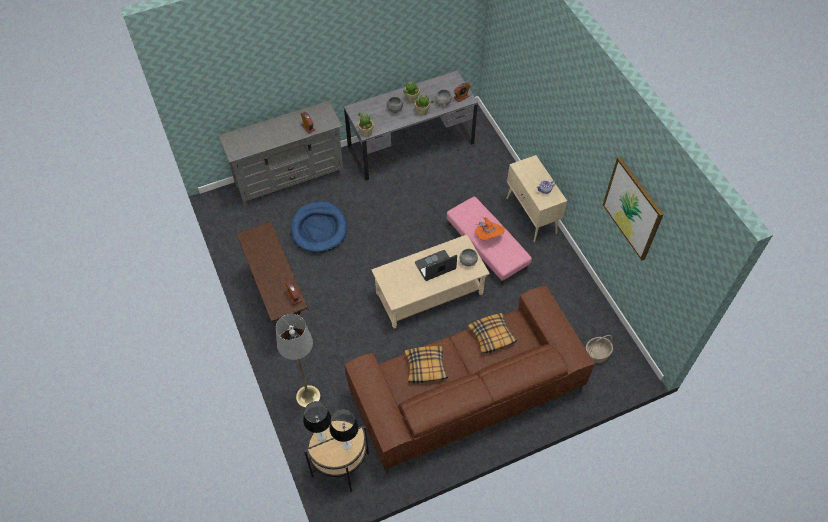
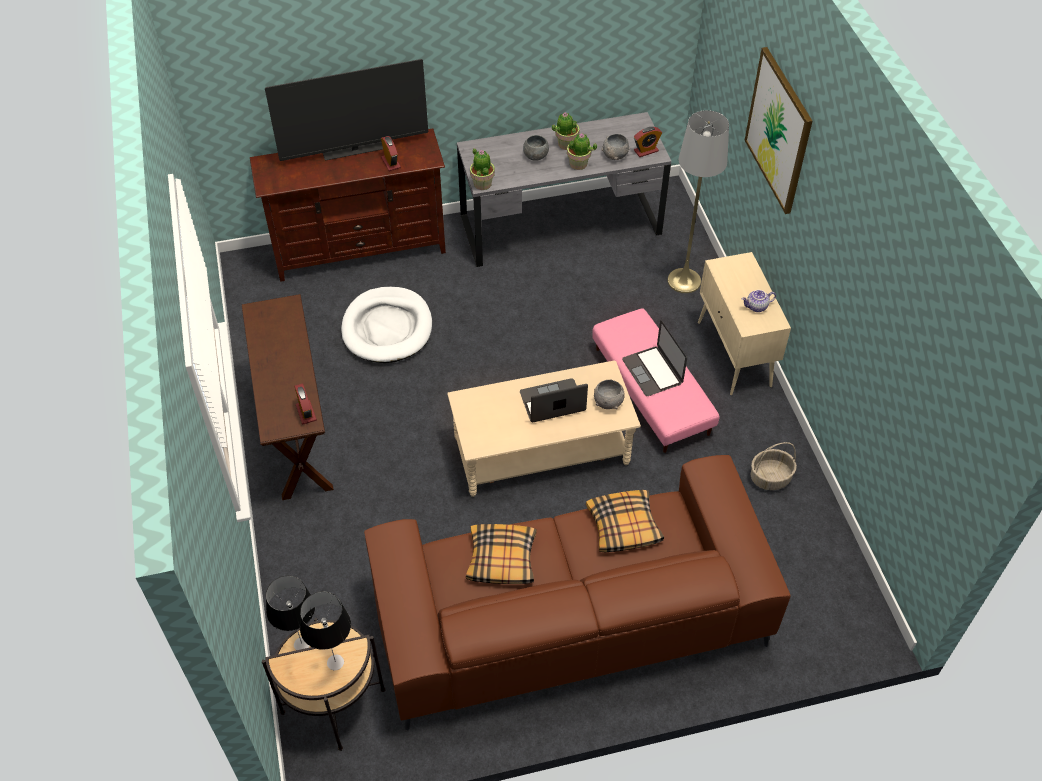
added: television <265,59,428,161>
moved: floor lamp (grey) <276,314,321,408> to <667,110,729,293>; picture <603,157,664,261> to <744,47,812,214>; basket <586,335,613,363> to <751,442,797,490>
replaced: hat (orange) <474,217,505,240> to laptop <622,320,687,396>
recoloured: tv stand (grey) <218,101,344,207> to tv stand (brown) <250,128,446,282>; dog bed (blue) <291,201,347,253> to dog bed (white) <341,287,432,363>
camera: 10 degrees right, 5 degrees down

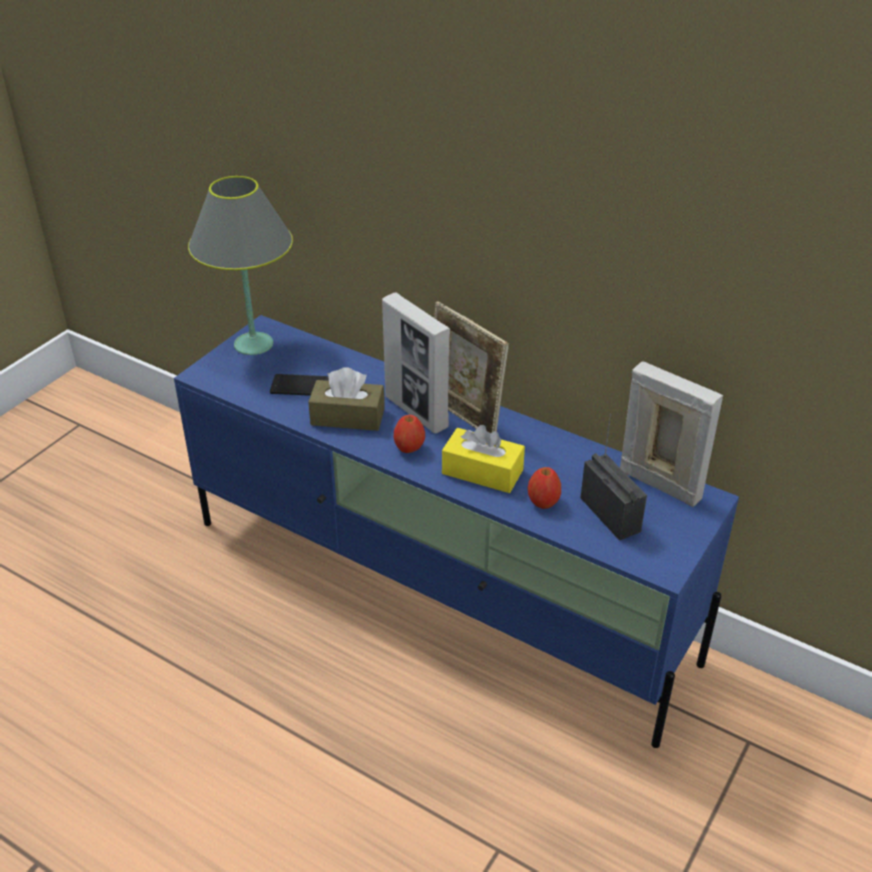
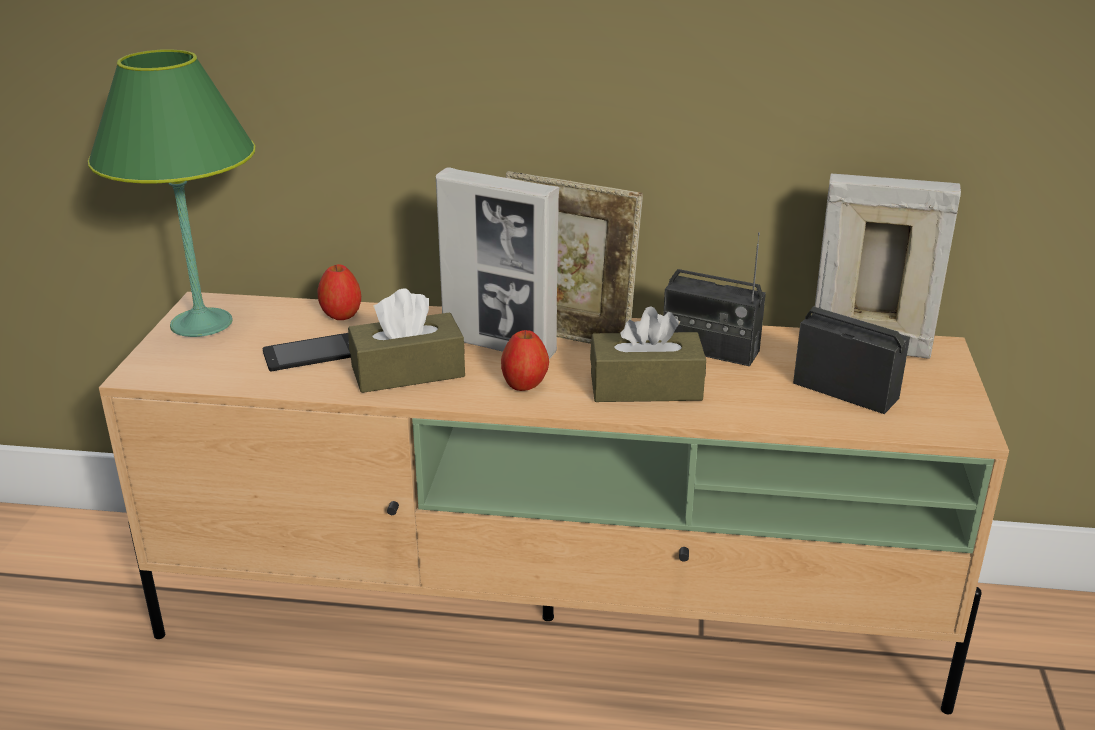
added: radio <663,232,766,366>
moved: apple <528,467,561,509> to <317,264,361,320>
recoloured: table lamp (grey) <188,176,293,355> to table lamp (green) <88,49,256,337>; tv stand (blue) <174,315,739,748> to tv stand (beige) <99,292,1009,714>; tissue box (yellow) <442,425,525,493> to tissue box (brown) <590,306,706,402>
camera: 25 degrees left, 10 degrees down

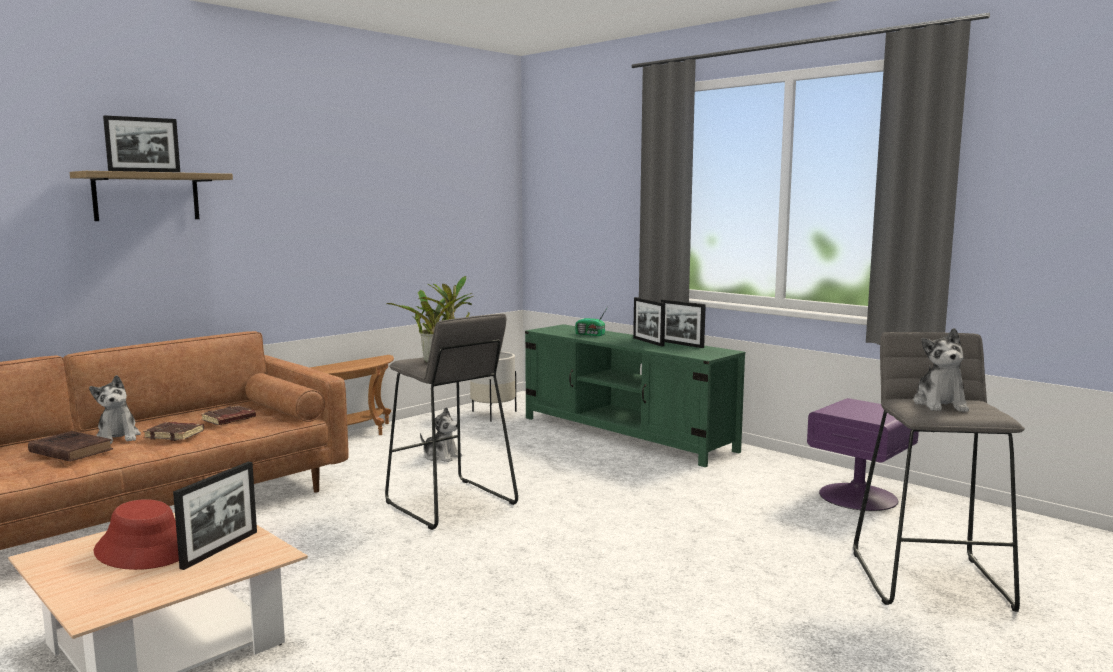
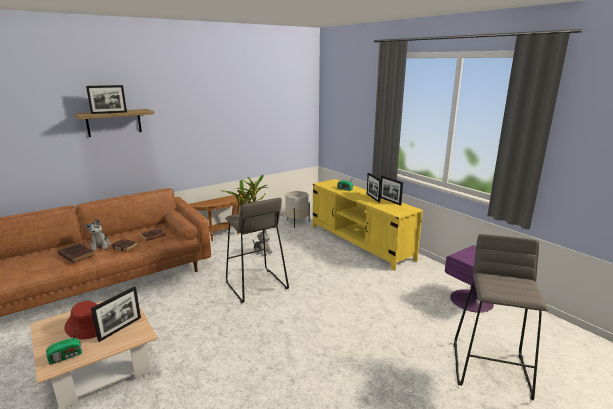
removed: plush toy <913,328,969,412>
added: radio <46,325,82,365>
recoloured: tv stand (green) <525,324,745,467> to tv stand (yellow) <313,179,423,271>
camera: 10 degrees right, 10 degrees up

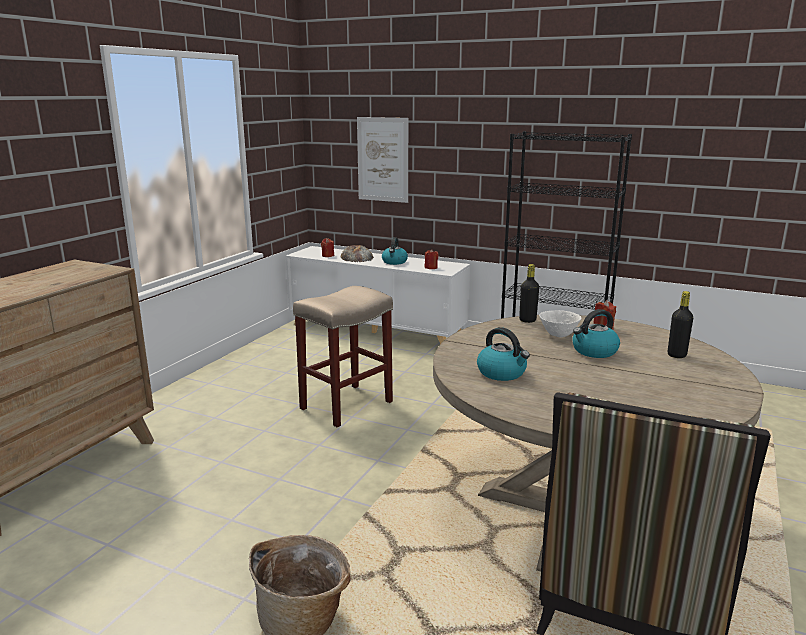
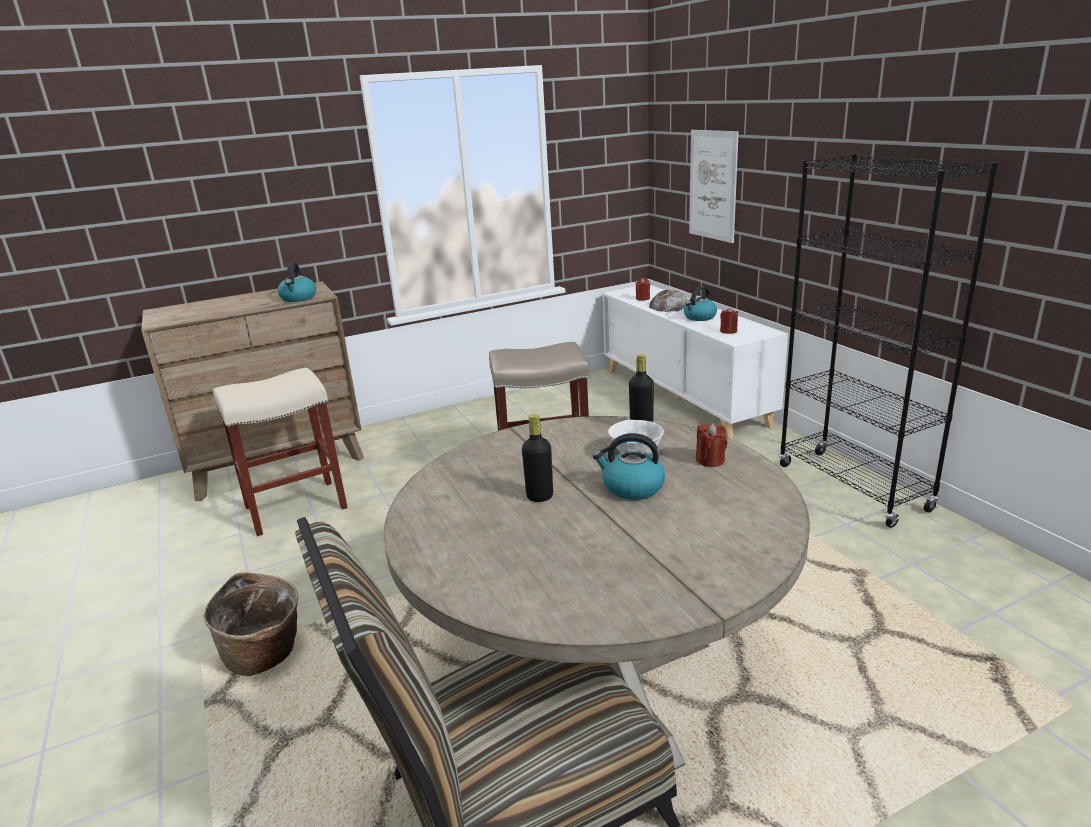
added: stool (beige) <213,368,348,536>
moved: kettle <477,327,530,381> to <277,263,316,302>; bottle (black) <668,291,693,358> to <522,414,553,502>
camera: 40 degrees right, 5 degrees up

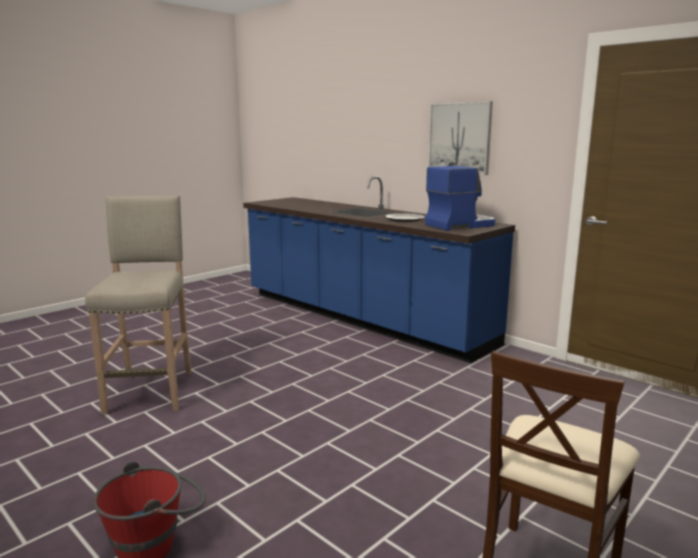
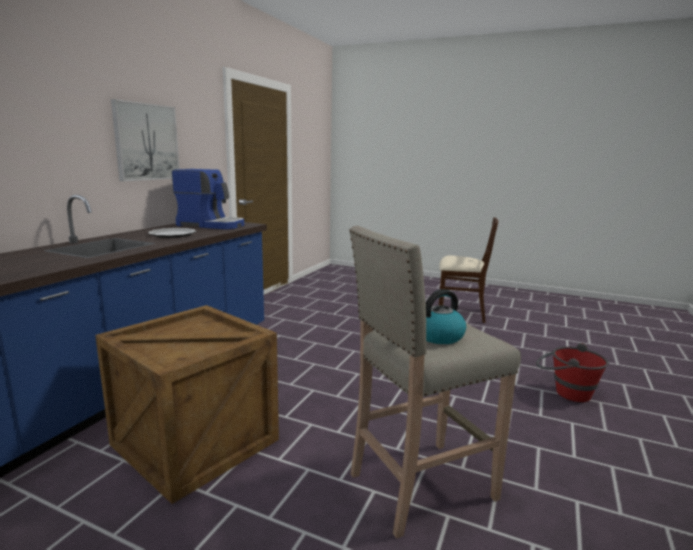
added: crate <95,305,279,504>; kettle <426,289,466,344>
turned: coffee machine <425,166,495,231> = <172,169,244,229> 150 degrees clockwise
camera: 110 degrees left, 0 degrees up

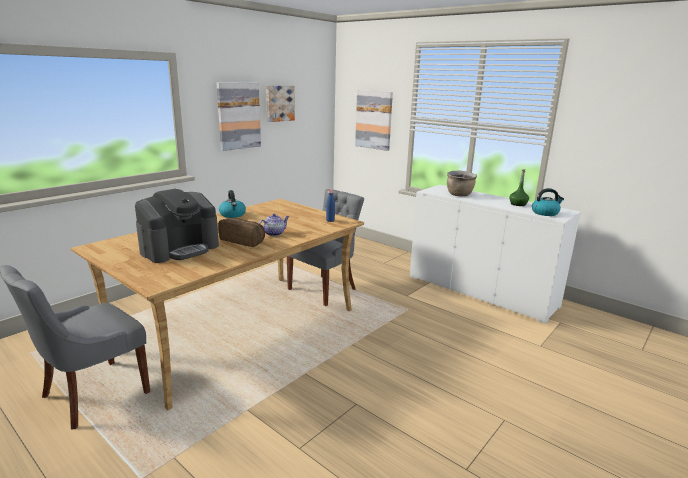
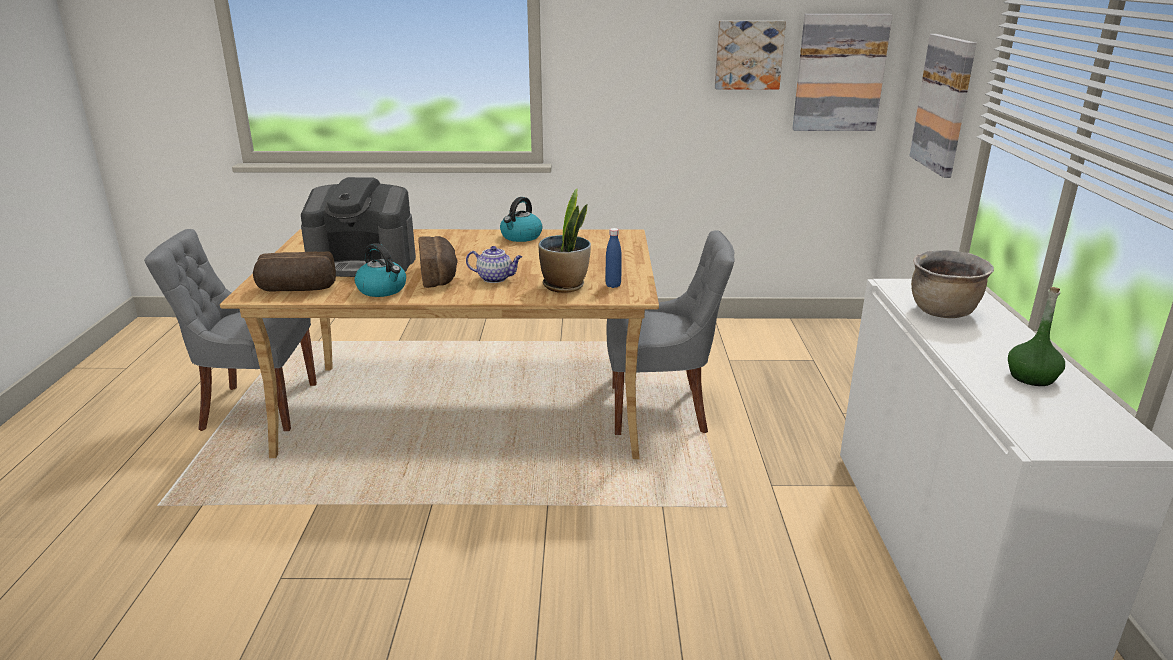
added: bread <253,252,336,291>; potted plant <538,189,591,293>
moved: kettle <532,188,564,216> to <355,243,406,297>; picture <217,83,261,151> to <792,14,892,131>
camera: 50 degrees right, 5 degrees up

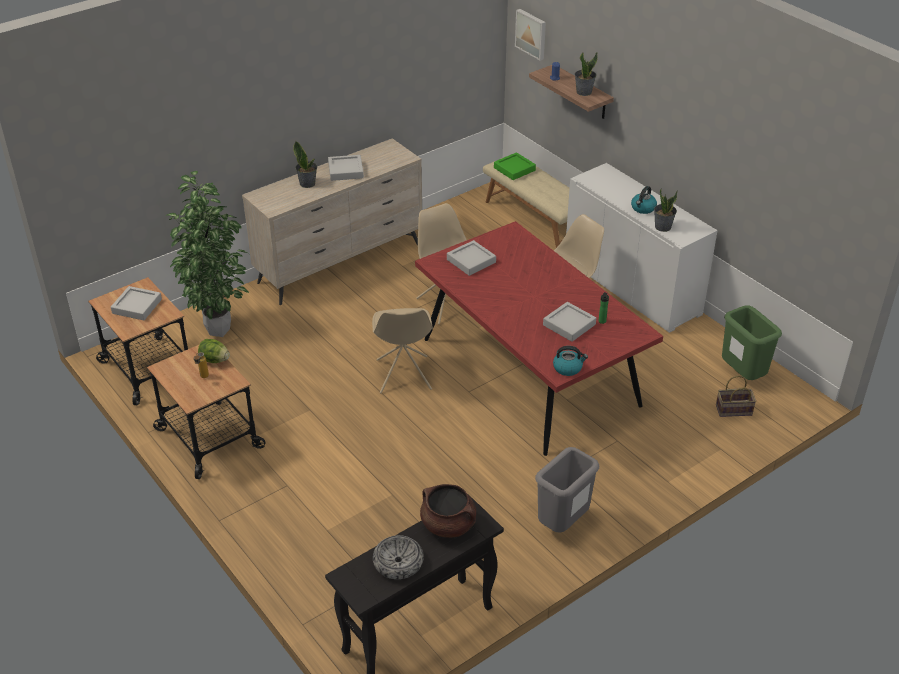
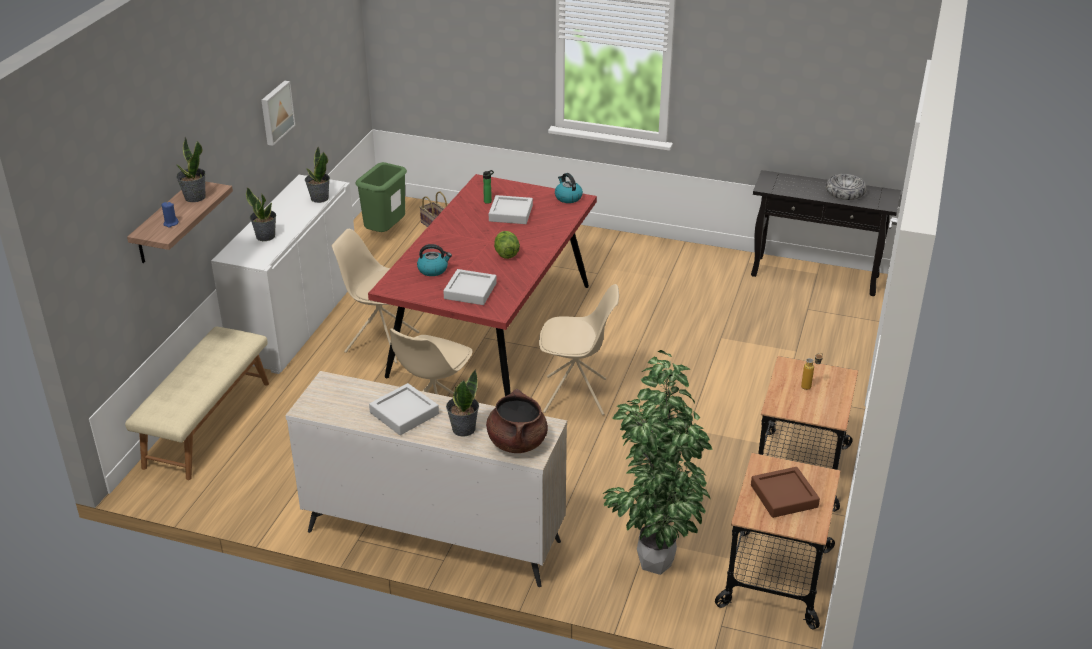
removed: tray (green) <494,152,536,180>; trash can (grey) <535,447,599,533>
added: potted plant <246,187,276,241>
moved: picture <515,9,546,61> to <261,81,295,146>; kettle <631,186,657,214> to <417,244,452,276>; cooking pot (brown) <420,484,476,538> to <486,389,548,453>; lettuce <198,339,230,363> to <494,231,520,259>
recoloured: tray (grey) <111,286,162,320> to tray (brown) <751,467,820,518>
turned: chair (beige) <372,308,433,393> = <539,284,619,415> 45 degrees clockwise
camera: 125 degrees left, 5 degrees down

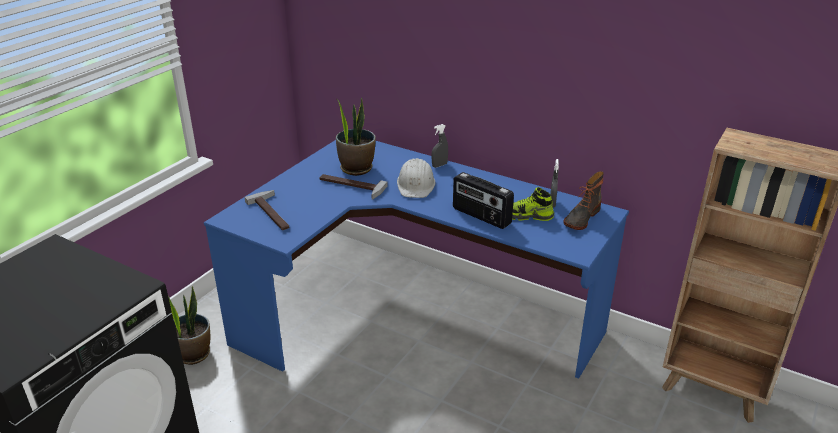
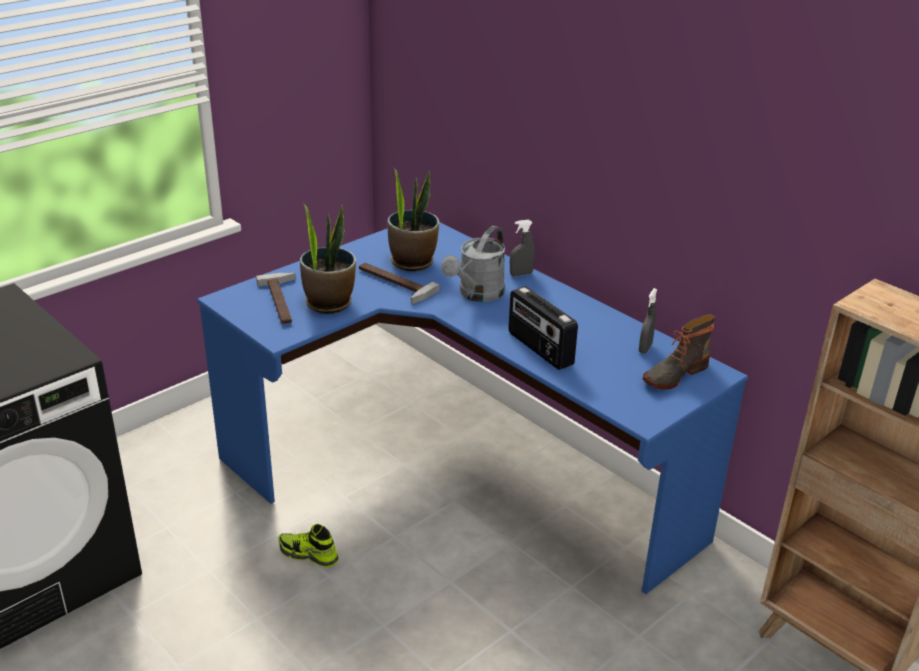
moved: shoe <512,187,554,221> to <279,524,339,567>; potted plant <168,286,211,365> to <300,204,356,314>
replaced: hard hat (white) <397,158,435,198> to watering can (grey) <441,226,505,302>
camera: 15 degrees right, 0 degrees up

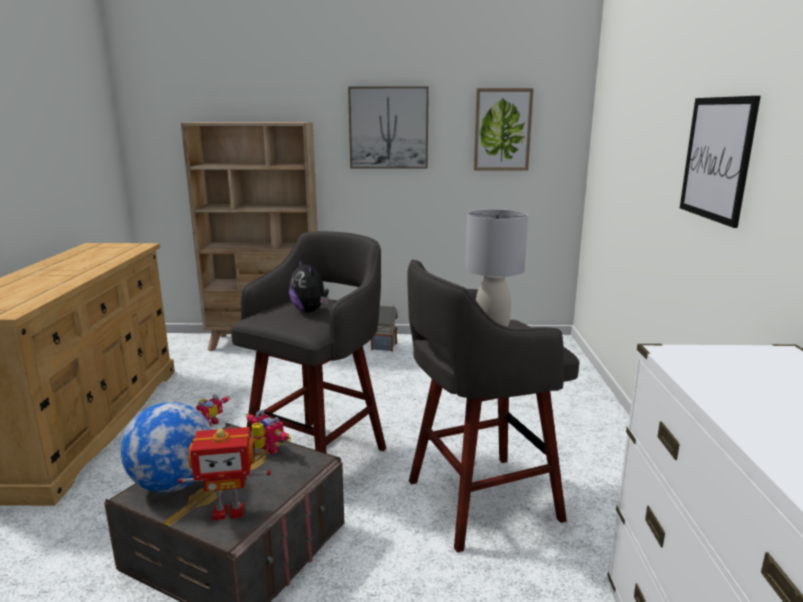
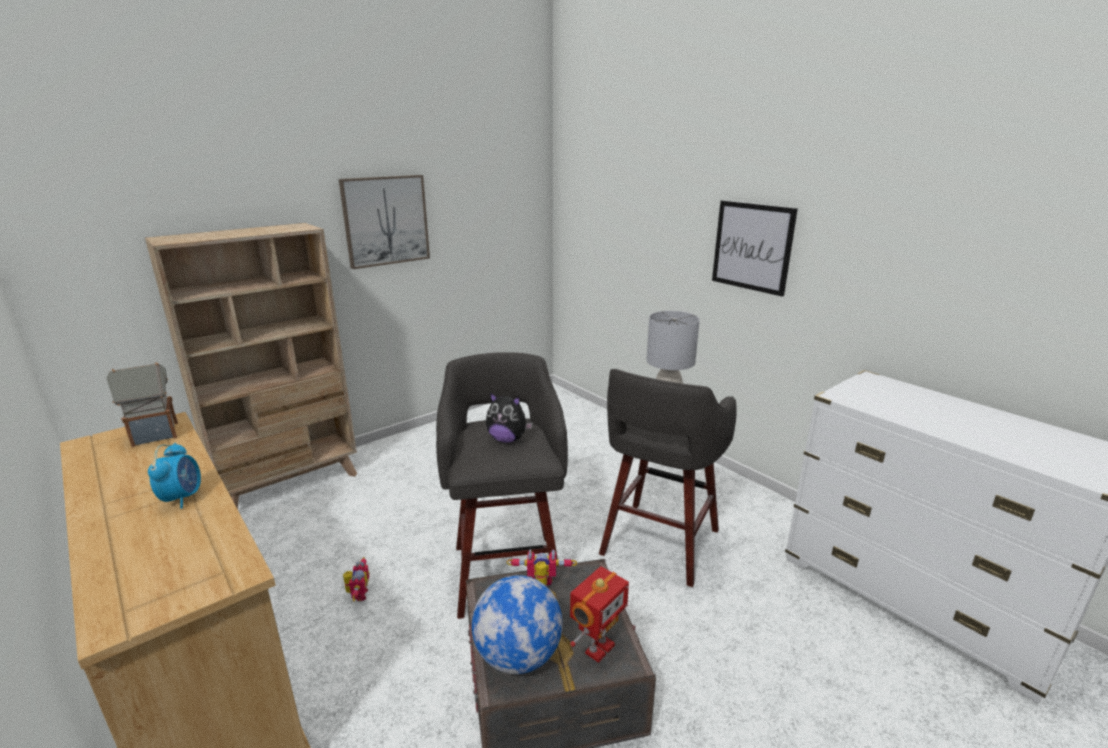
removed: picture <474,88,534,170>
added: alarm clock <148,443,201,509>
moved: toy house <371,306,398,352> to <106,362,178,447>
camera: 40 degrees left, 5 degrees up

